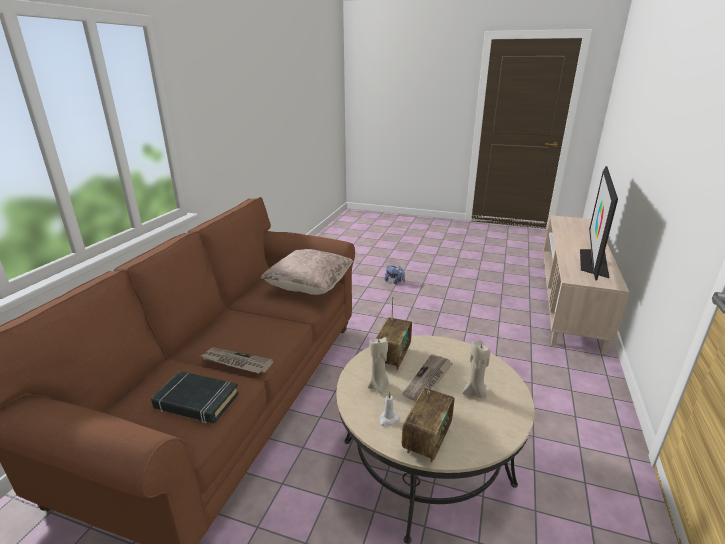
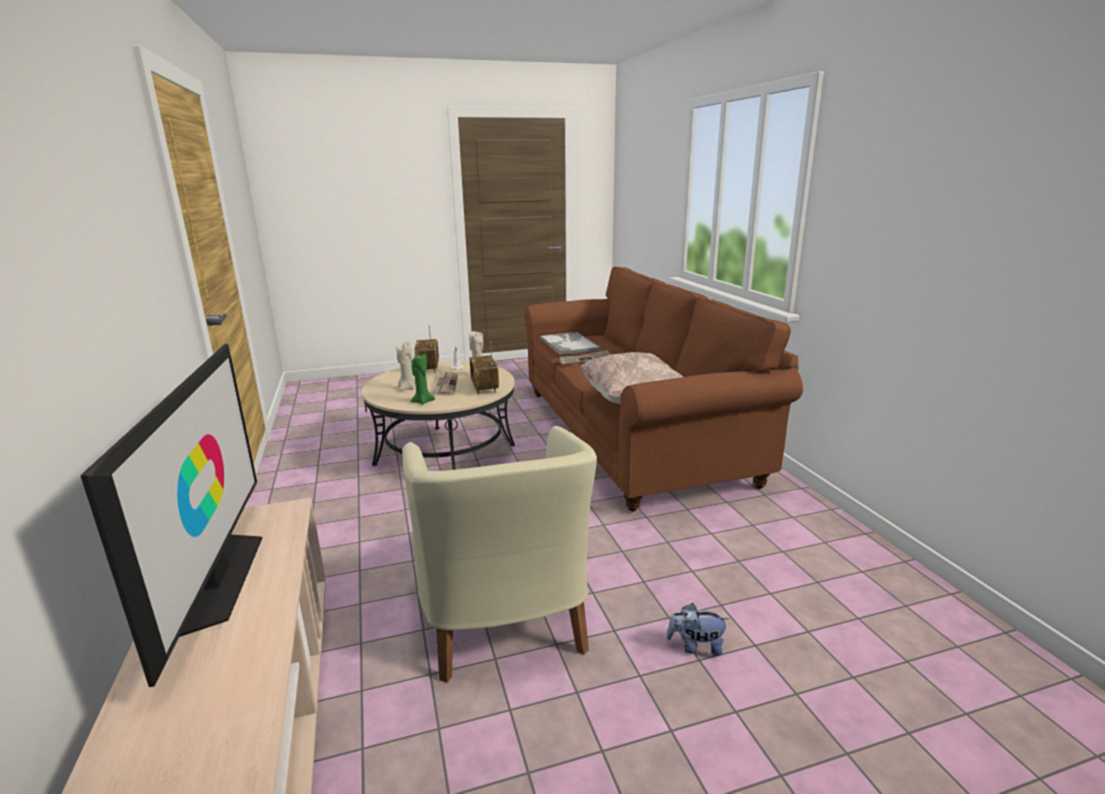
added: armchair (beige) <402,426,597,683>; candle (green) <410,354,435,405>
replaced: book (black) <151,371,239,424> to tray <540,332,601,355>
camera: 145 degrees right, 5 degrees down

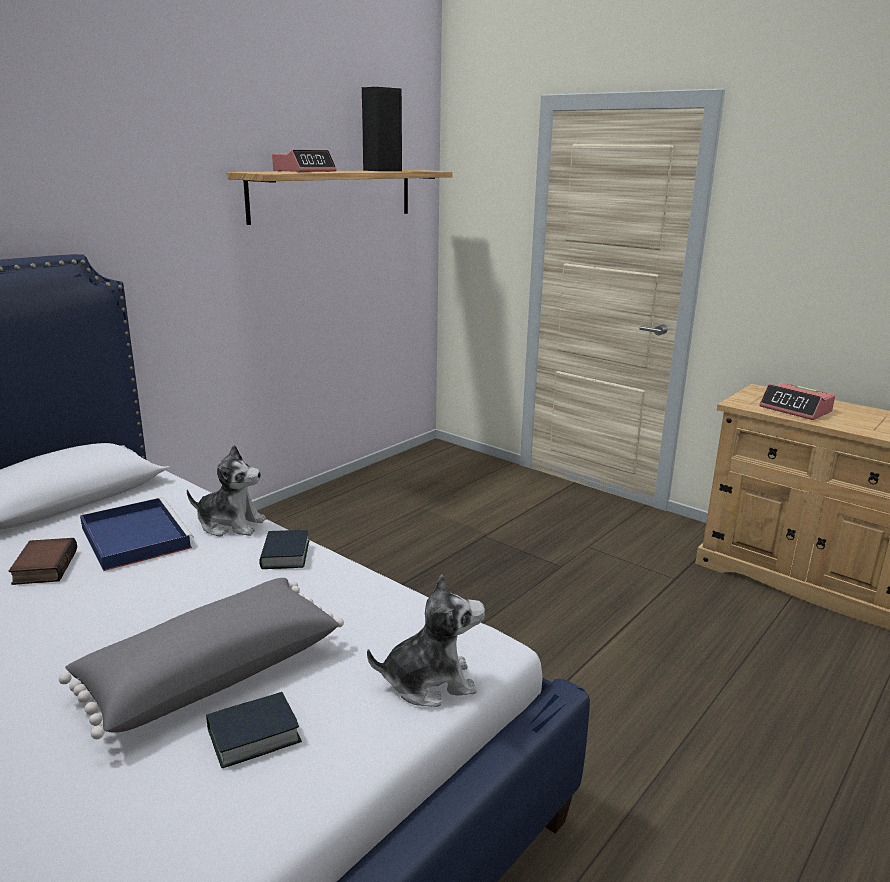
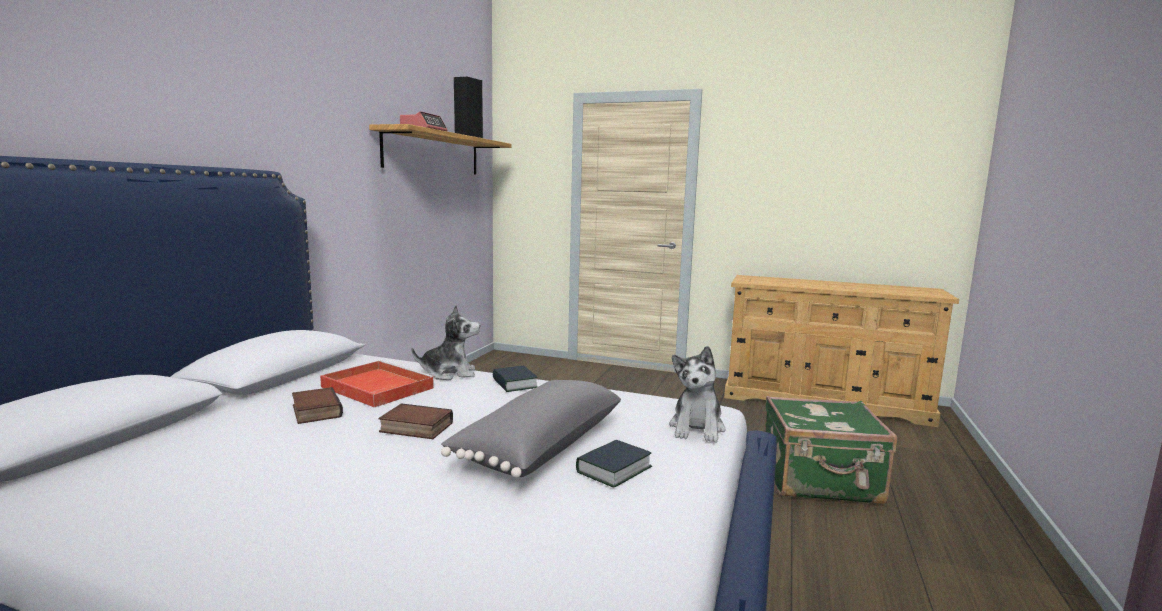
removed: alarm clock <759,383,835,420>
added: book <379,403,453,439>; suitcase (green) <765,396,897,504>
recoloured: tray (blue) <80,497,194,571> to tray (red) <320,360,436,407>
turned: plush toy <367,574,485,707> = <669,346,726,443> 135 degrees clockwise
camera: 20 degrees left, 10 degrees down

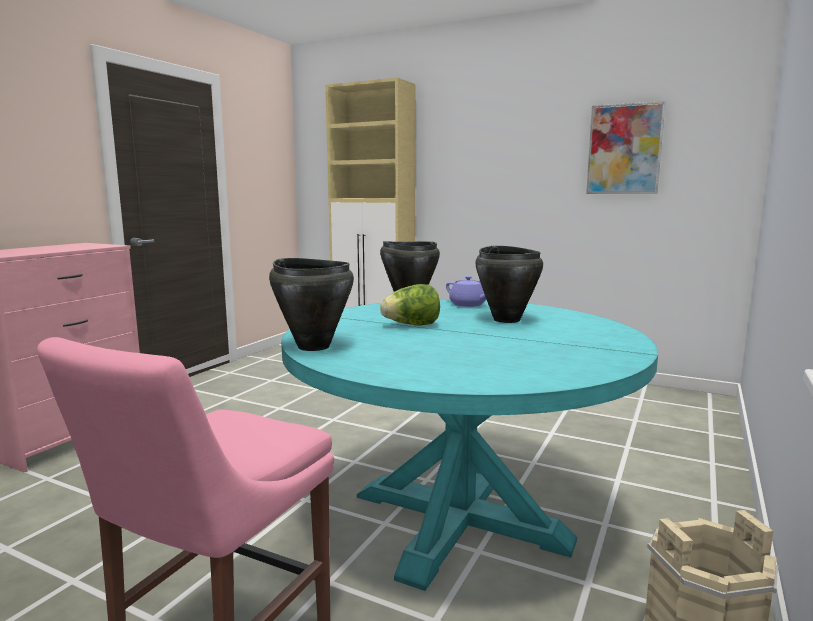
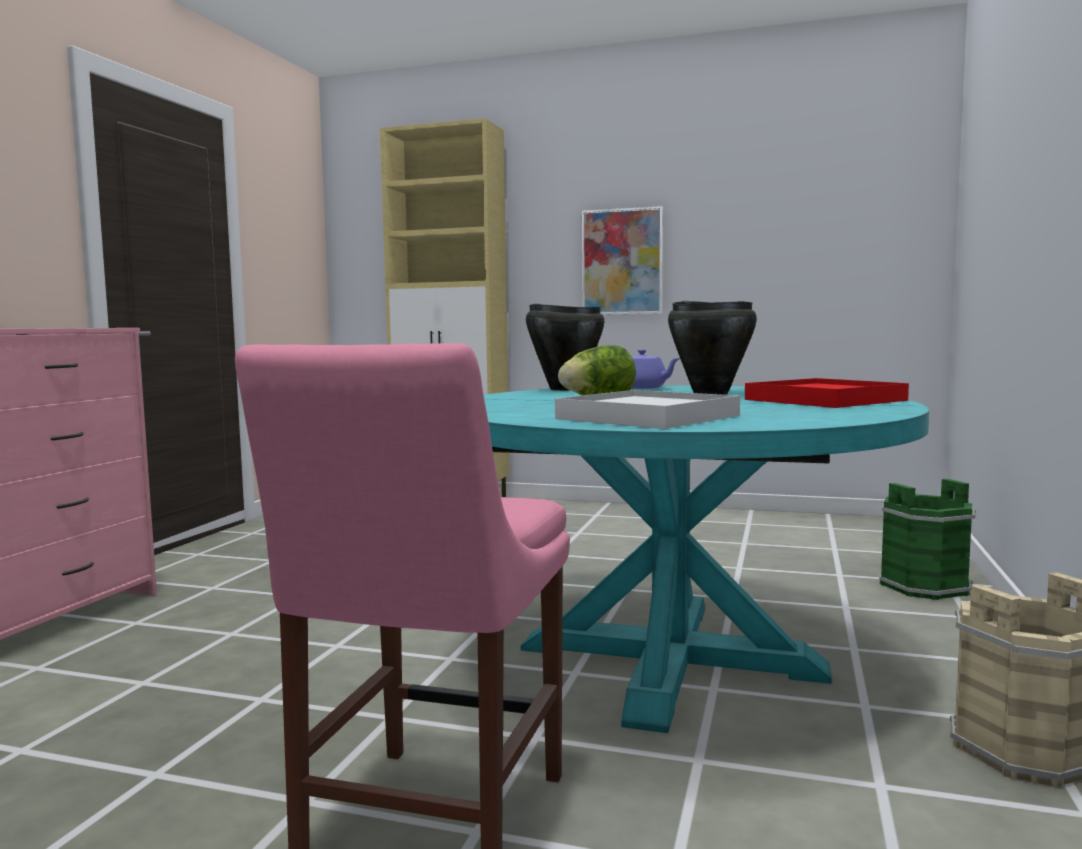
removed: cooking pot (black) <269,258,354,351>
added: tray (white) <555,390,740,429>; tray (red) <745,378,909,408>; bucket (green) <879,479,976,600>
moved: picture <586,101,666,194> to <582,206,663,315>
camera: 10 degrees left, 5 degrees down

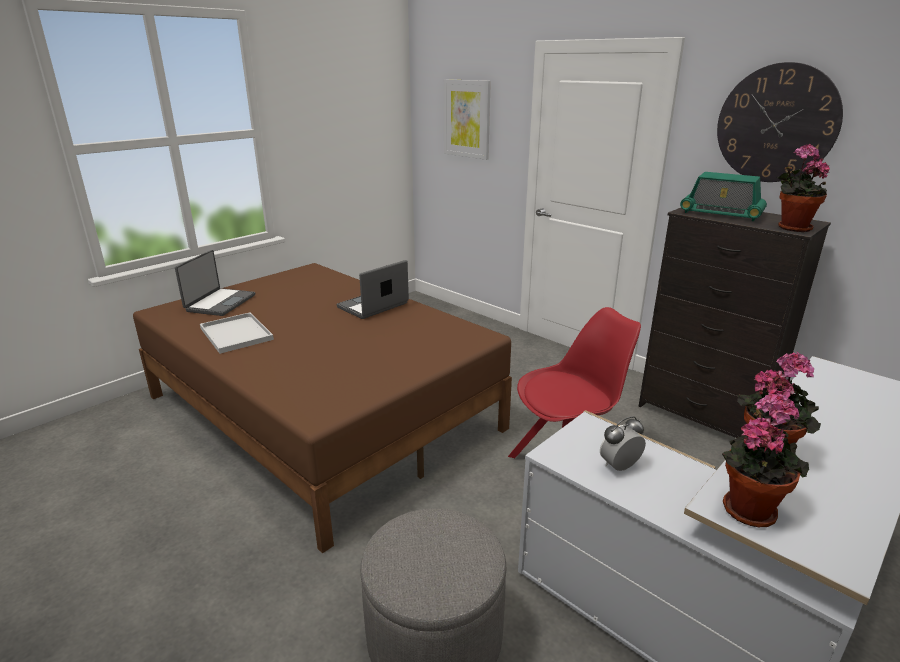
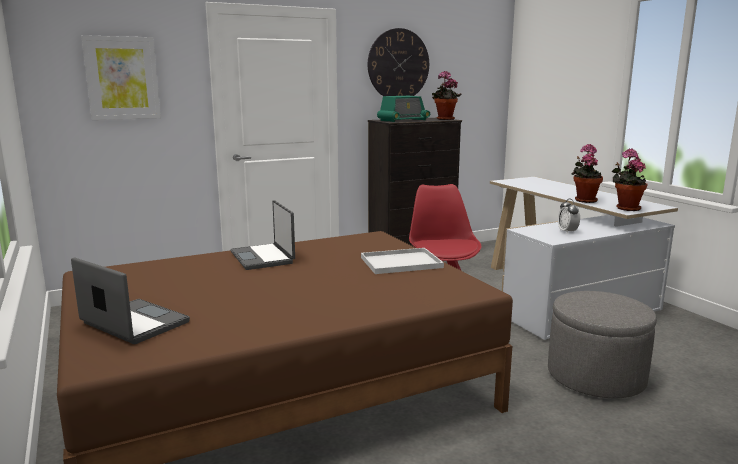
moved: tray (white) <200,312,274,354> to <361,248,444,274>
camera: 70 degrees left, 10 degrees down

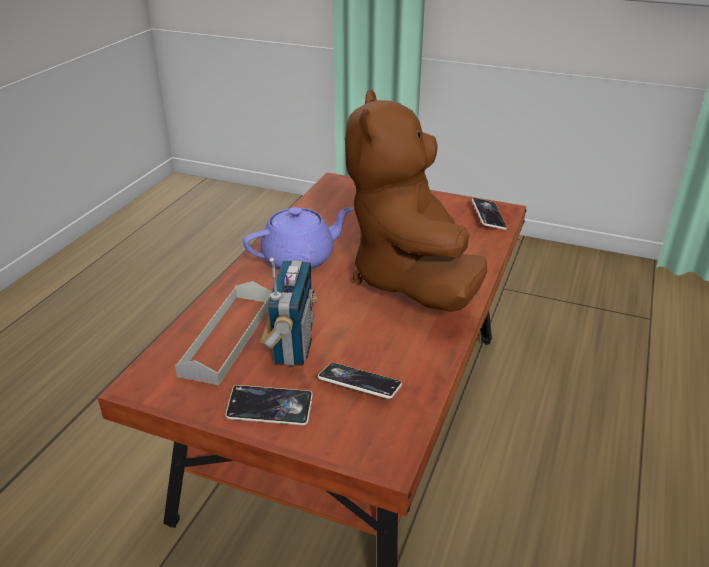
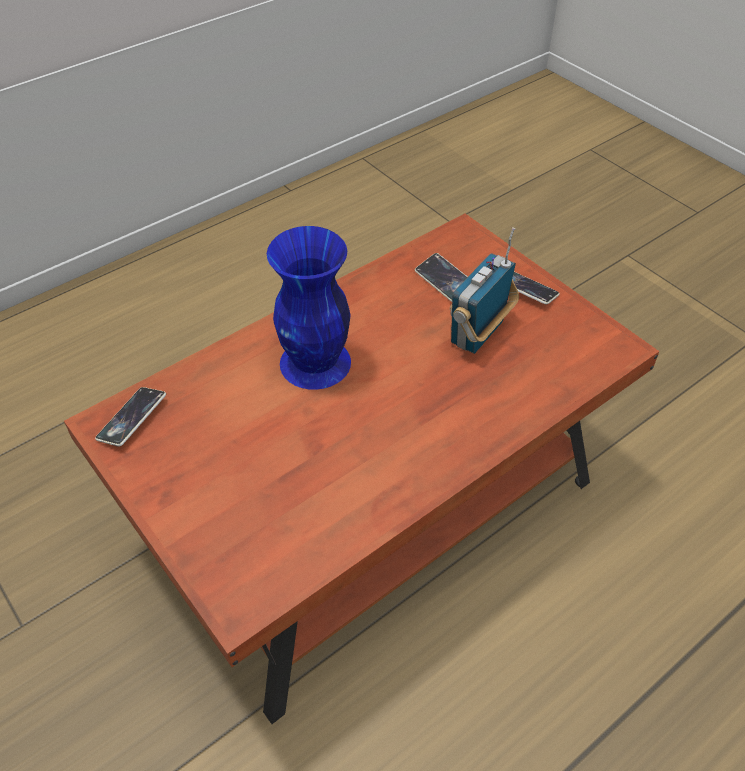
removed: tray (grey) <175,281,272,385>; teapot (purple) <243,207,353,270>
replaced: plush toy (brown) <345,89,487,312> to vase (blue) <267,226,351,390>
camera: 150 degrees left, 15 degrees up

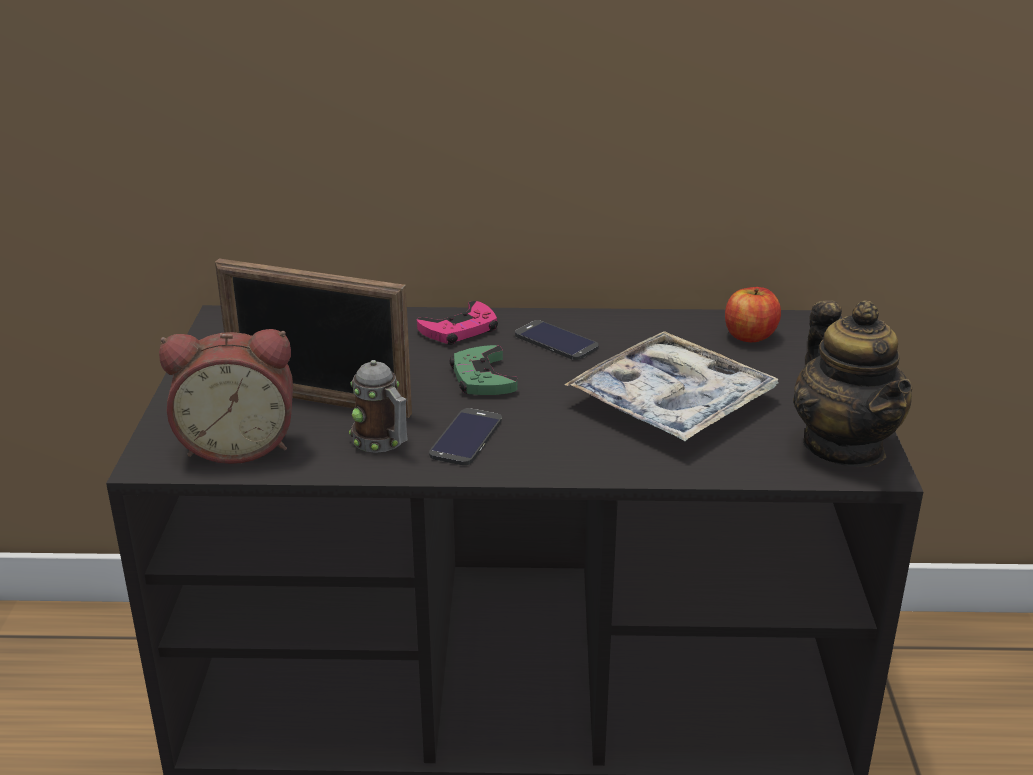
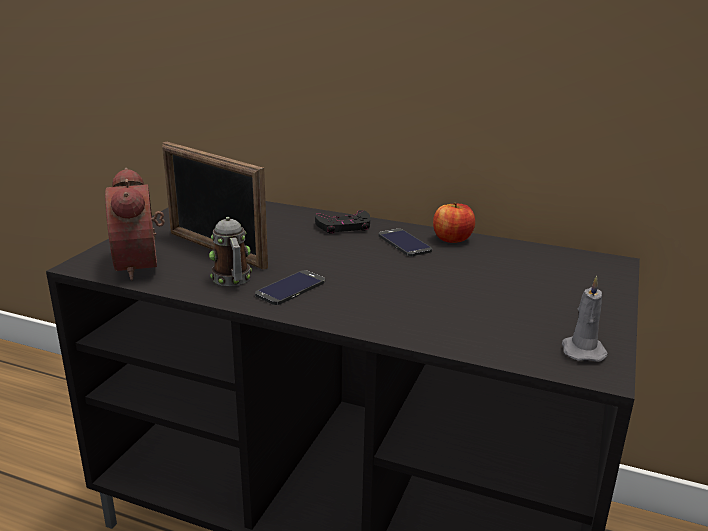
removed: game controller (green) <450,345,518,395>; tray <564,331,779,441>
moved: apple <725,287,781,342> to <433,202,475,243>
replaced: teapot <793,300,912,467> to candle (grey) <562,276,608,362>
recoloured: game controller (pink) <417,301,498,345> to game controller (black) <315,210,370,234>
turned: alarm clock <159,329,293,464> = <105,168,165,280> 60 degrees clockwise
camera: 20 degrees right, 5 degrees down

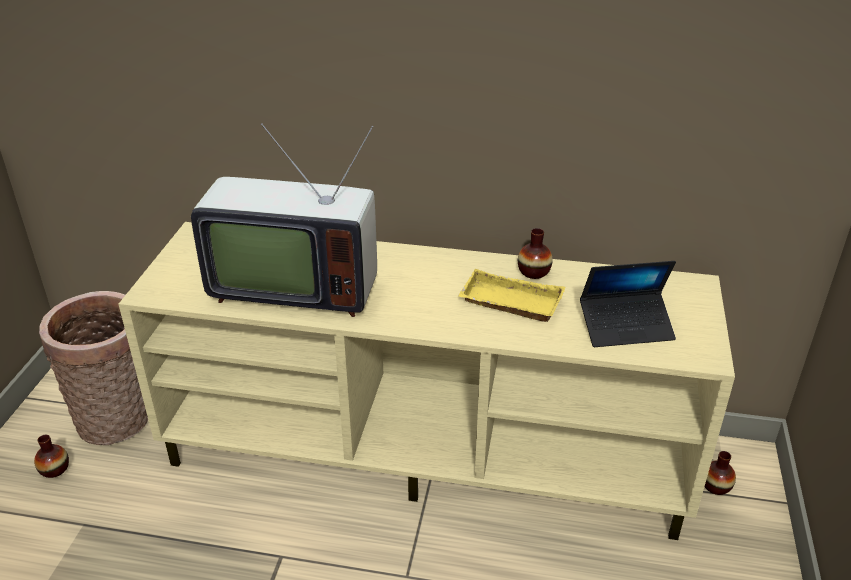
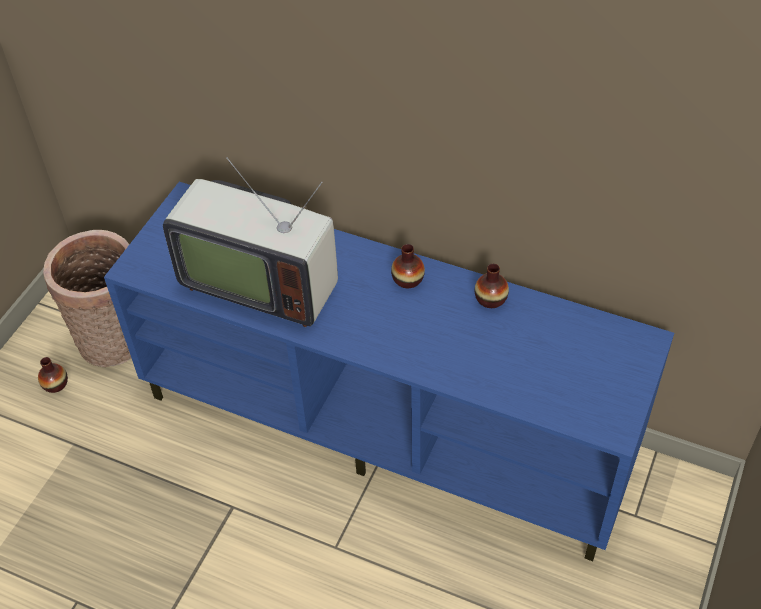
removed: tray (yellow) <458,269,565,322>; laptop <580,261,676,347>
moved: vase <705,451,736,495> to <391,244,425,288>
recoloured: tv stand (beige) <118,222,735,540> to tv stand (blue) <104,182,674,561>
camera: 15 degrees right, 15 degrees up

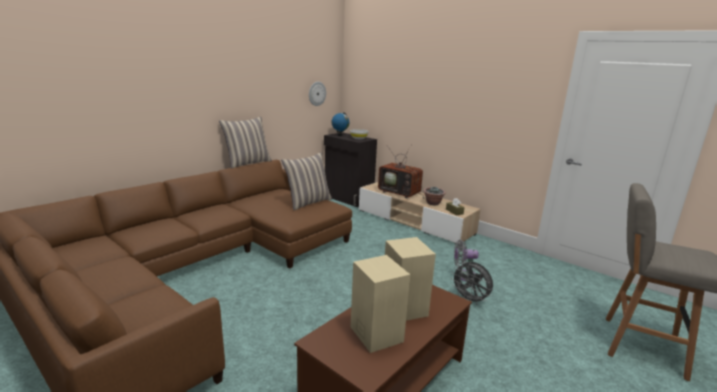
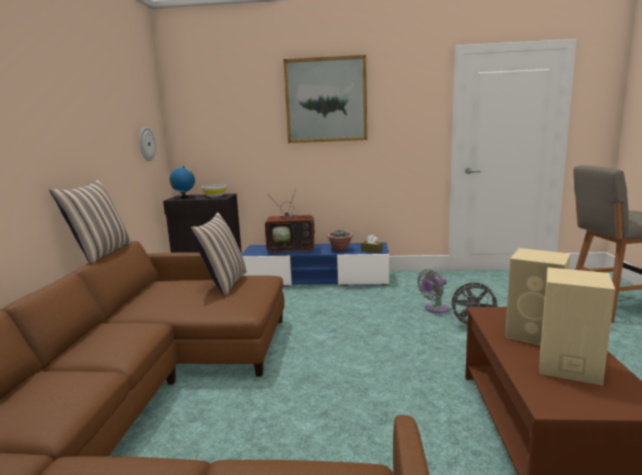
added: picture <283,55,367,143>
recoloured: tv stand (beige) <359,182,481,244> to tv stand (blue) <242,243,389,287>
camera: 35 degrees left, 5 degrees down

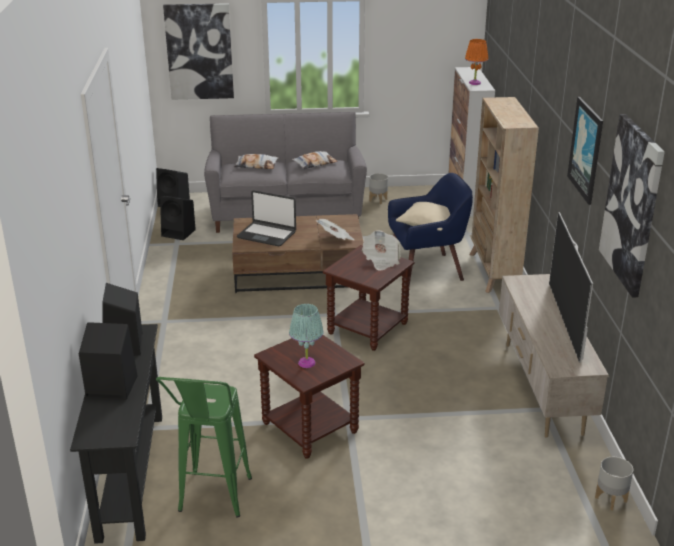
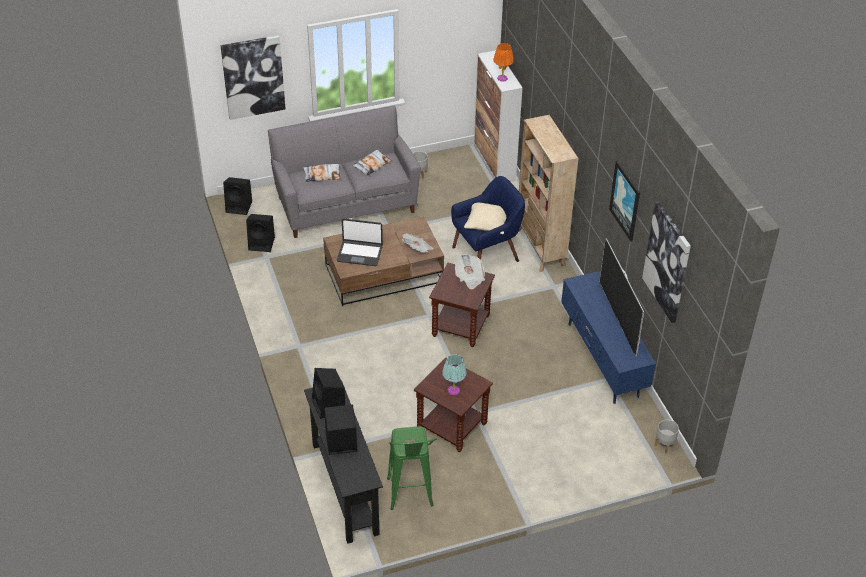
recoloured: tv stand (beige) <499,274,609,438> to tv stand (blue) <561,271,656,404>
camera: 15 degrees left, 15 degrees up

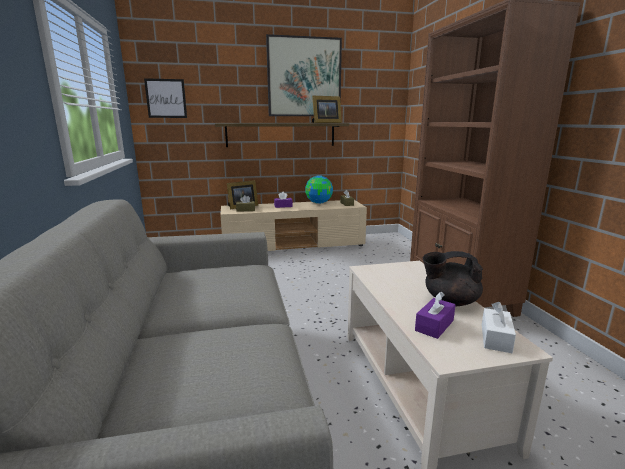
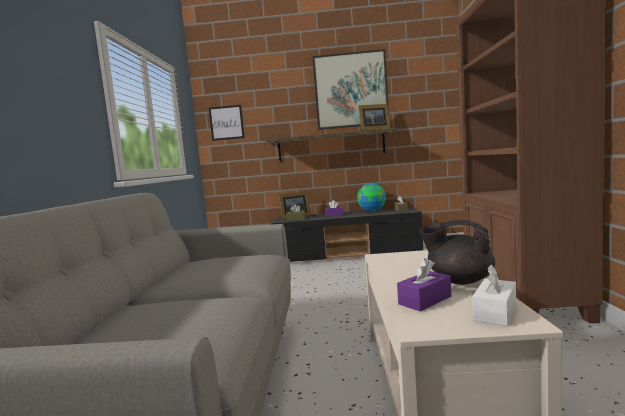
recoloured: tv stand (beige) <220,200,367,251> to tv stand (black) <271,207,423,262>
camera: 15 degrees right, 10 degrees down

